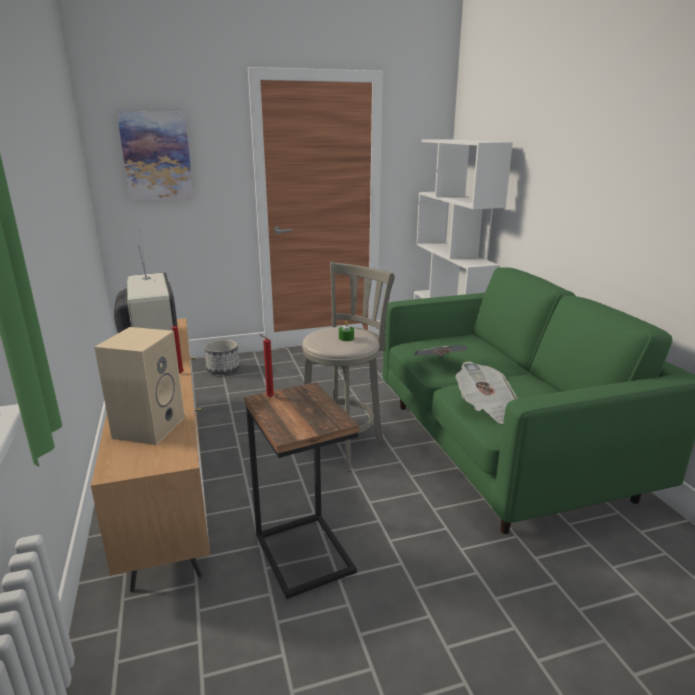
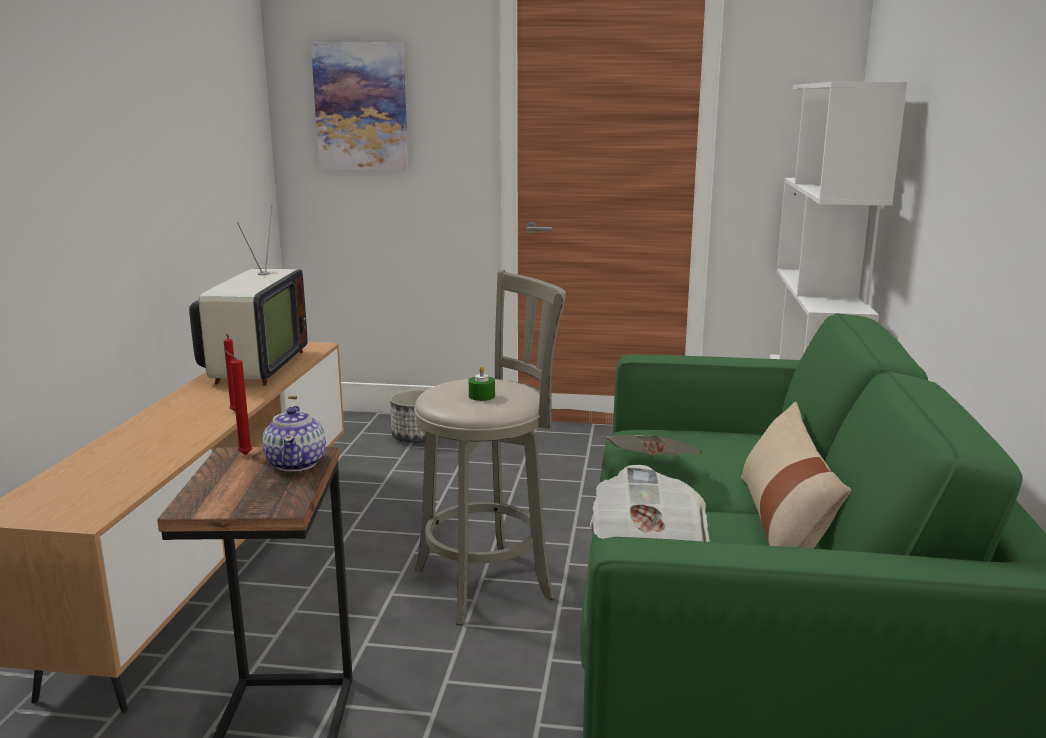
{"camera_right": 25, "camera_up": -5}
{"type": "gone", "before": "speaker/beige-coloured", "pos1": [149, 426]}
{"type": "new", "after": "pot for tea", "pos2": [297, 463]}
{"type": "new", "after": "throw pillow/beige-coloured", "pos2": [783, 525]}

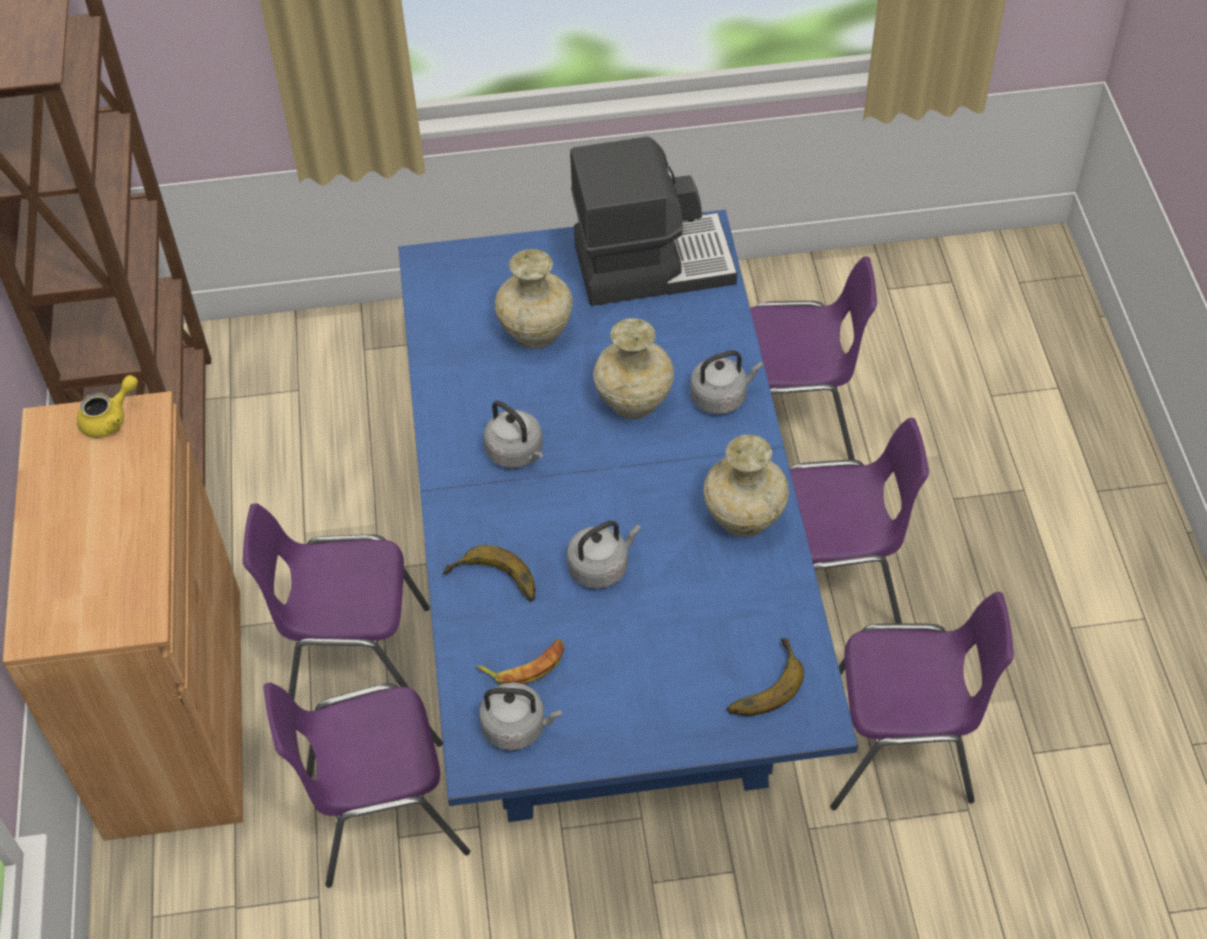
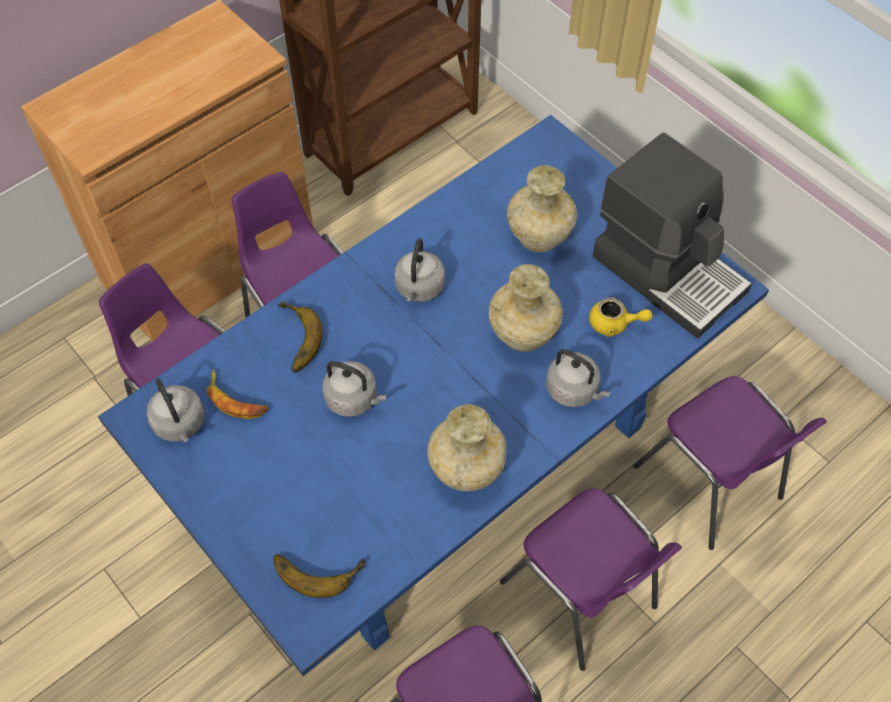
{"camera_right": 55, "camera_up": 5}
{"type": "shifted", "before": "pot for tea/yellowish", "pos1": [110, 419], "pos2": [614, 324]}

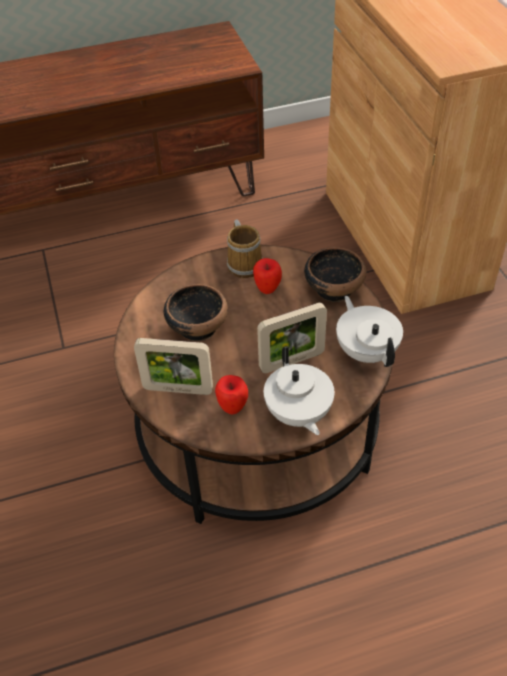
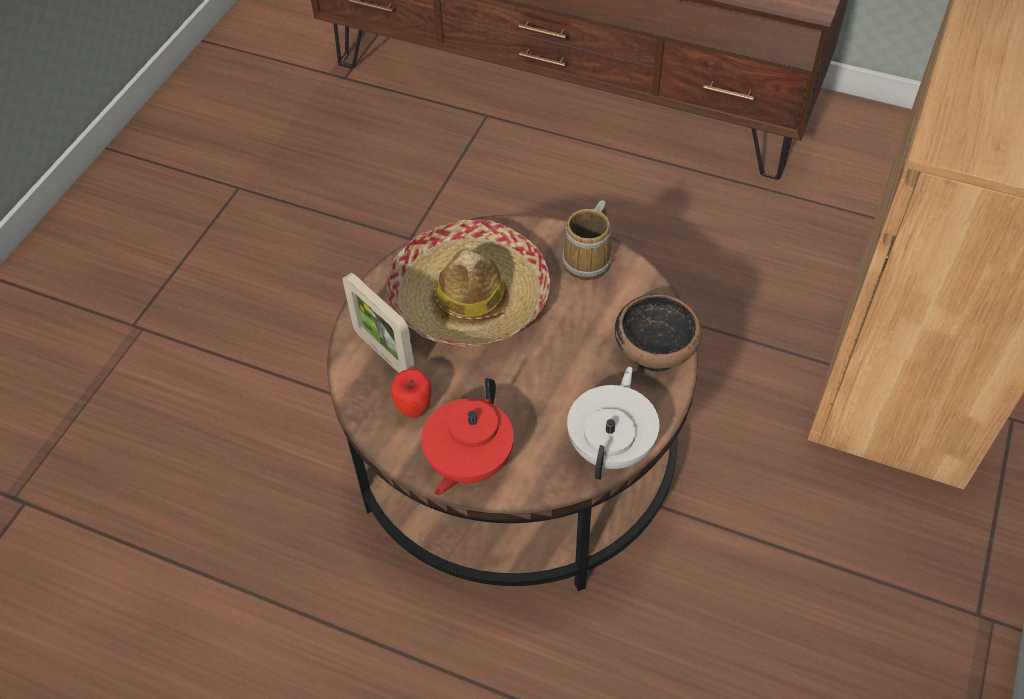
{"camera_right": 40, "camera_up": 5}
{"type": "gone", "before": "whole apple", "pos1": [267, 289]}
{"type": "gone", "before": "photo frame", "pos1": [291, 361]}
{"type": "swapped", "before": "bowl", "after": "wearable hat", "pos1": [197, 326], "pos2": [470, 298]}
{"type": "repainted", "before": "pot for tea/whitish", "after": "pot for tea/reddish", "pos1": [298, 414], "pos2": [468, 462]}

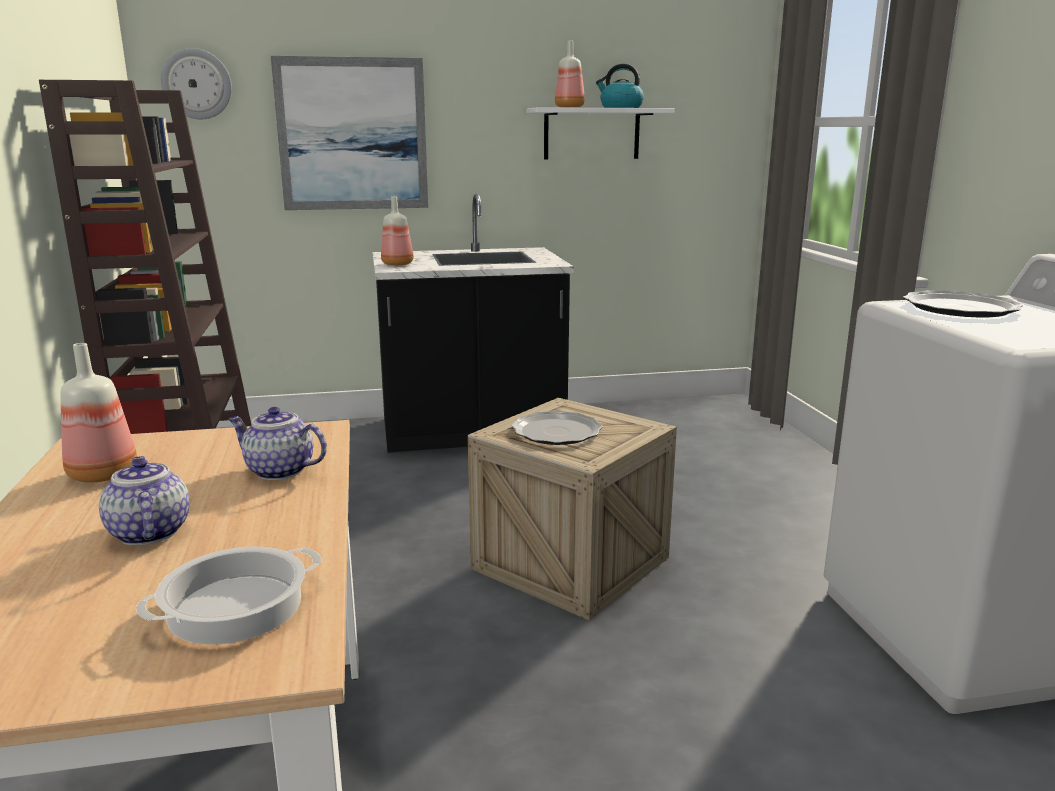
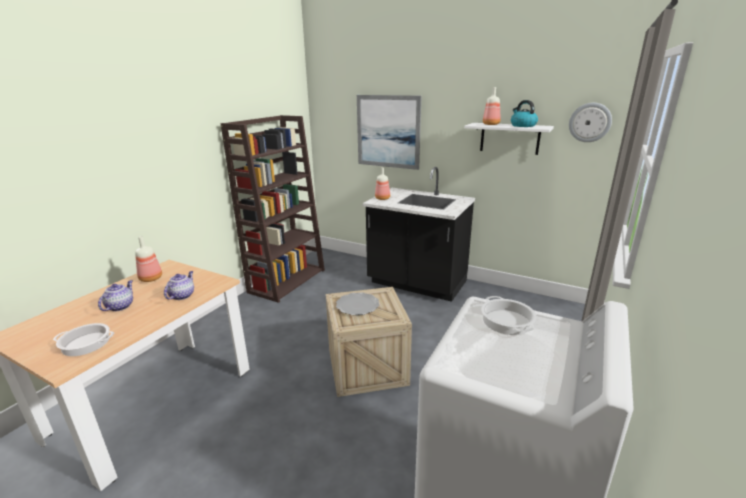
{"camera_right": 40, "camera_up": 5}
{"type": "shifted", "before": "wall clock", "pos1": [197, 84], "pos2": [589, 122]}
{"type": "swapped", "before": "flat dish", "after": "stockpot", "pos1": [959, 308], "pos2": [506, 321]}
{"type": "rotated", "before": "pot for tea", "pos1": [278, 471], "pos2": [182, 295], "turn": 45}

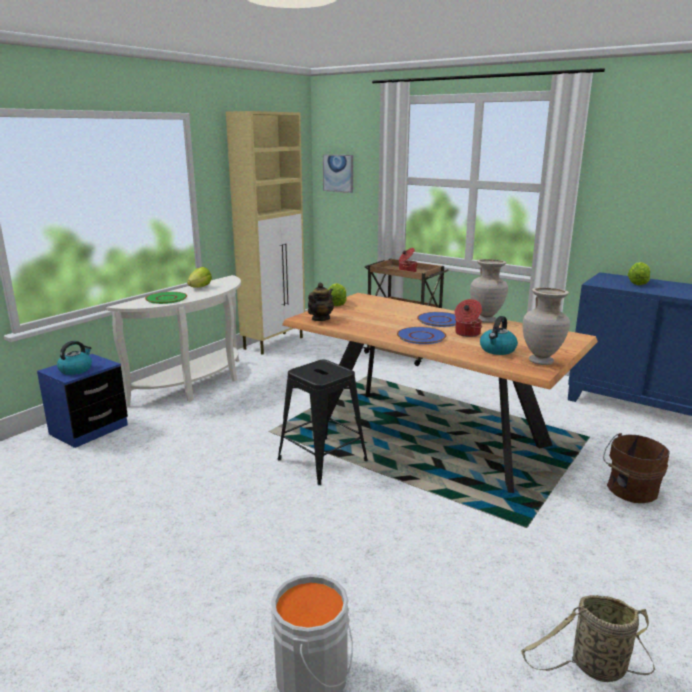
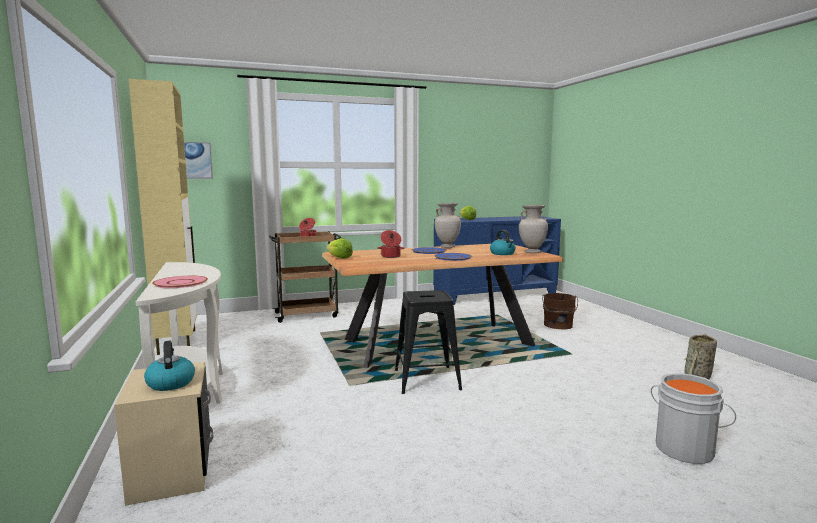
{"camera_right": -55, "camera_up": -10}
{"type": "gone", "before": "lettuce", "pos1": [200, 287]}
{"type": "gone", "before": "pot for tea", "pos1": [320, 319]}
{"type": "shifted", "before": "stockpot", "pos1": [467, 333], "pos2": [390, 256]}
{"type": "repainted", "before": "bedside table/blue-coloured", "after": "bedside table/beige-coloured", "pos1": [89, 430], "pos2": [171, 473]}
{"type": "repainted", "before": "flat dish/greenish", "after": "flat dish/pinkish", "pos1": [166, 298], "pos2": [181, 283]}

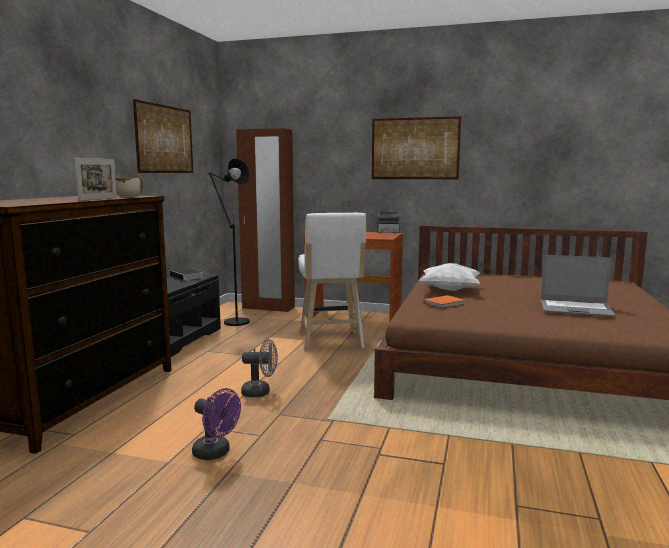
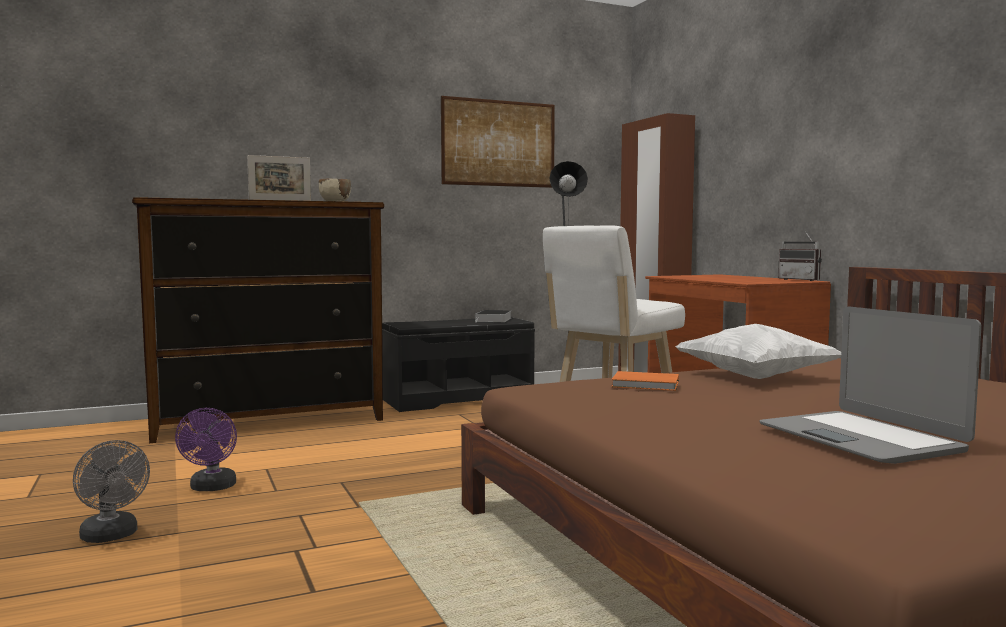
{"camera_right": 50, "camera_up": -5}
{"type": "gone", "before": "wall art", "pos1": [415, 148]}
{"type": "shifted", "before": "fan/greyish", "pos1": [260, 392], "pos2": [112, 536]}

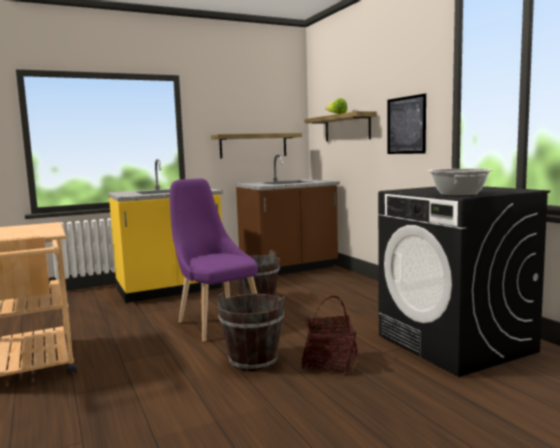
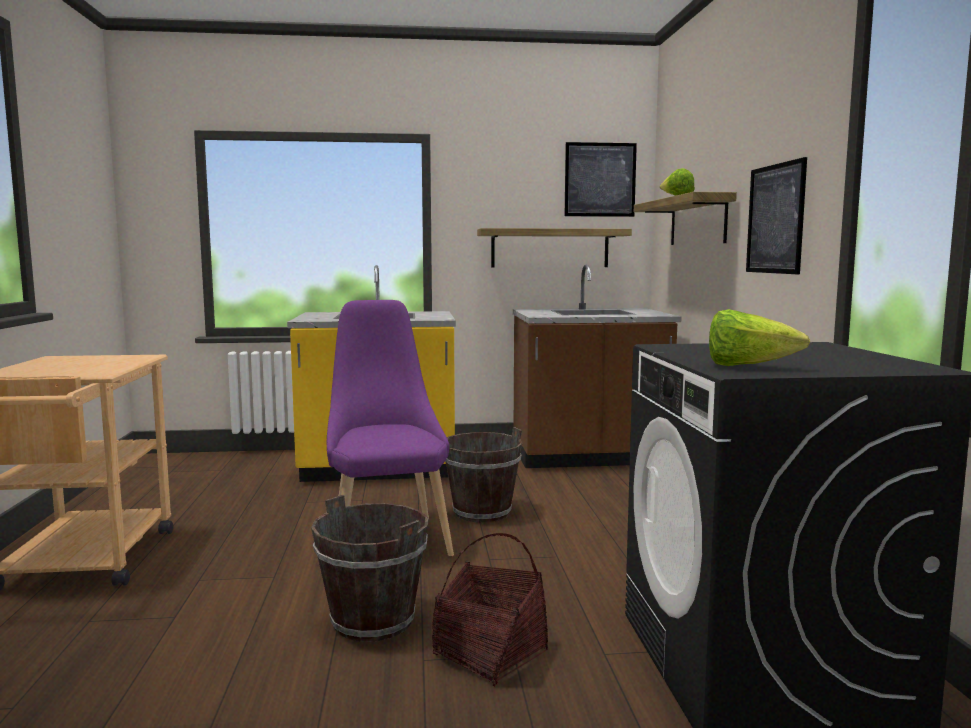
{"camera_right": 20, "camera_up": 0}
{"type": "new", "after": "wall art", "pos2": [600, 179]}
{"type": "swapped", "before": "stockpot", "after": "lettuce", "pos1": [458, 194], "pos2": [747, 367]}

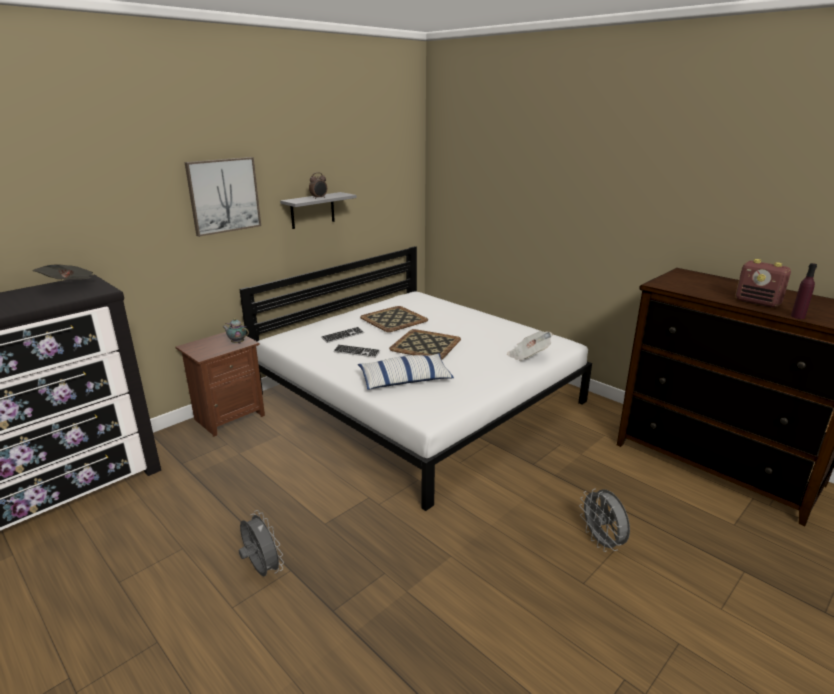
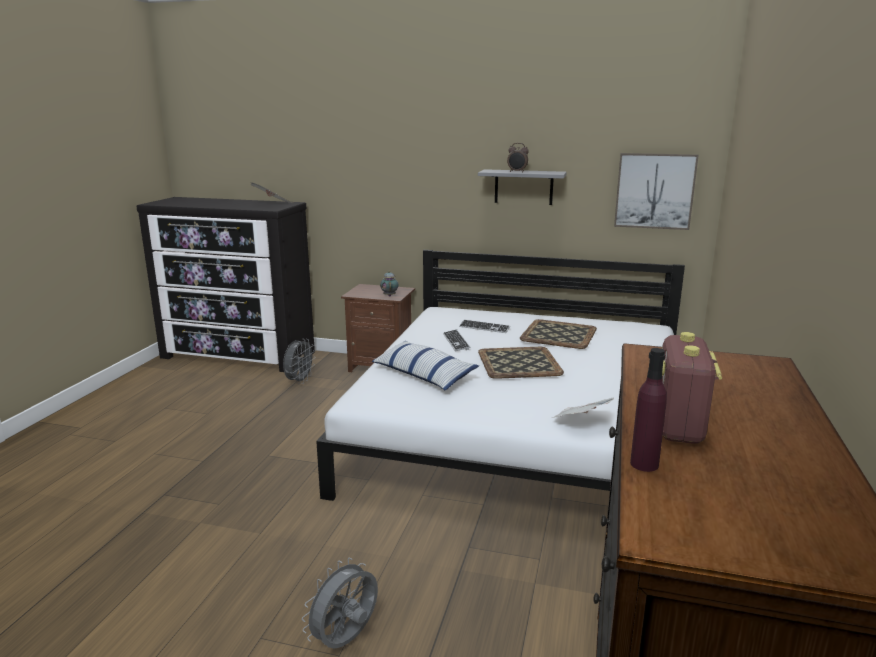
{"camera_right": 60, "camera_up": -5}
{"type": "shifted", "before": "wall art", "pos1": [224, 195], "pos2": [654, 191]}
{"type": "shifted", "before": "fan/greyish", "pos1": [262, 570], "pos2": [299, 381]}

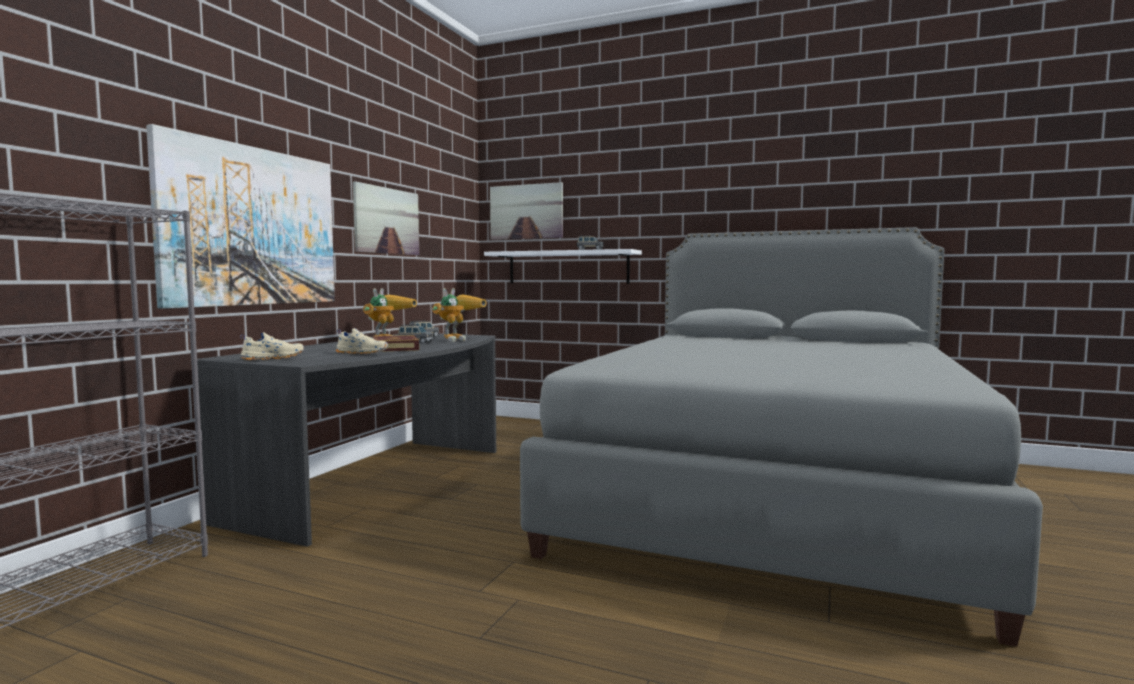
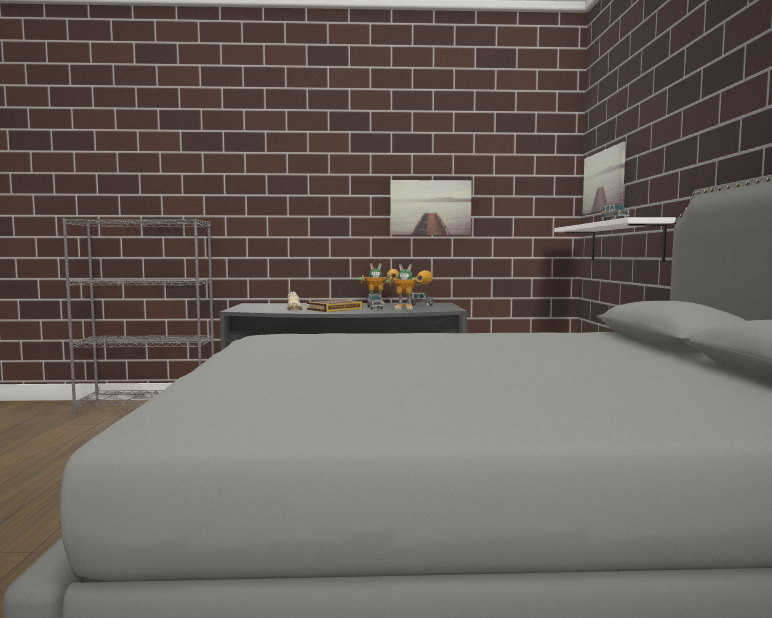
{"camera_right": 65, "camera_up": 0}
{"type": "gone", "before": "wall art", "pos1": [252, 226]}
{"type": "gone", "before": "item of footwear/beige-coloured", "pos1": [272, 358]}

